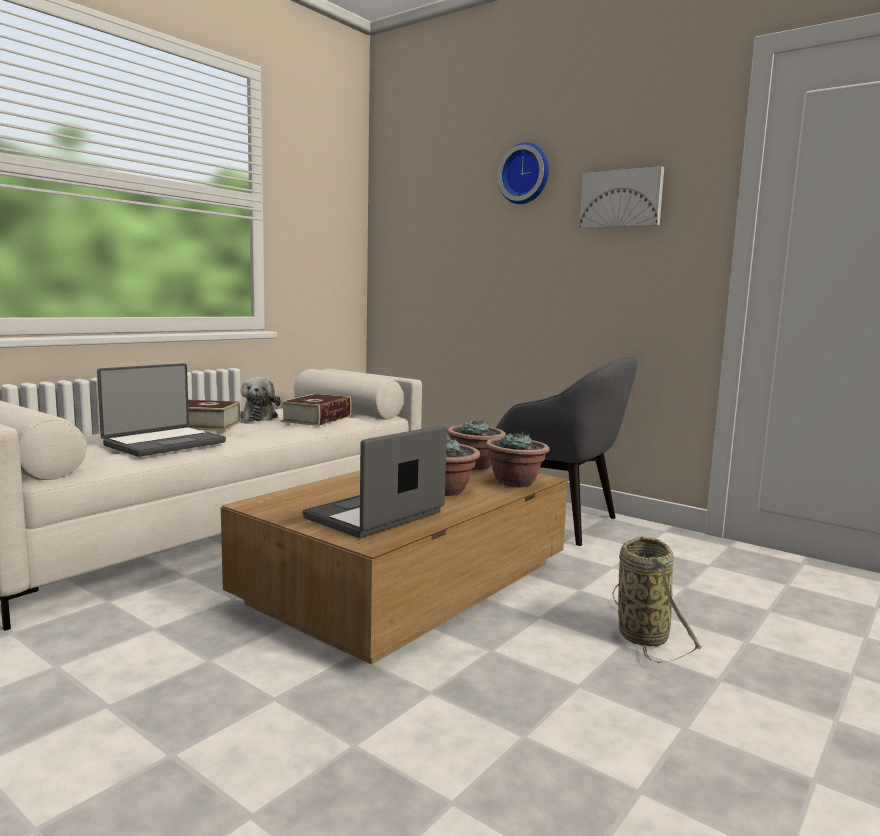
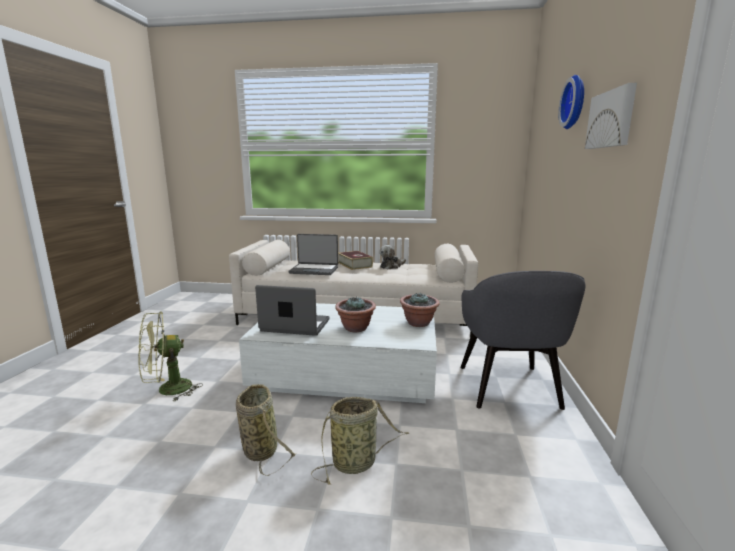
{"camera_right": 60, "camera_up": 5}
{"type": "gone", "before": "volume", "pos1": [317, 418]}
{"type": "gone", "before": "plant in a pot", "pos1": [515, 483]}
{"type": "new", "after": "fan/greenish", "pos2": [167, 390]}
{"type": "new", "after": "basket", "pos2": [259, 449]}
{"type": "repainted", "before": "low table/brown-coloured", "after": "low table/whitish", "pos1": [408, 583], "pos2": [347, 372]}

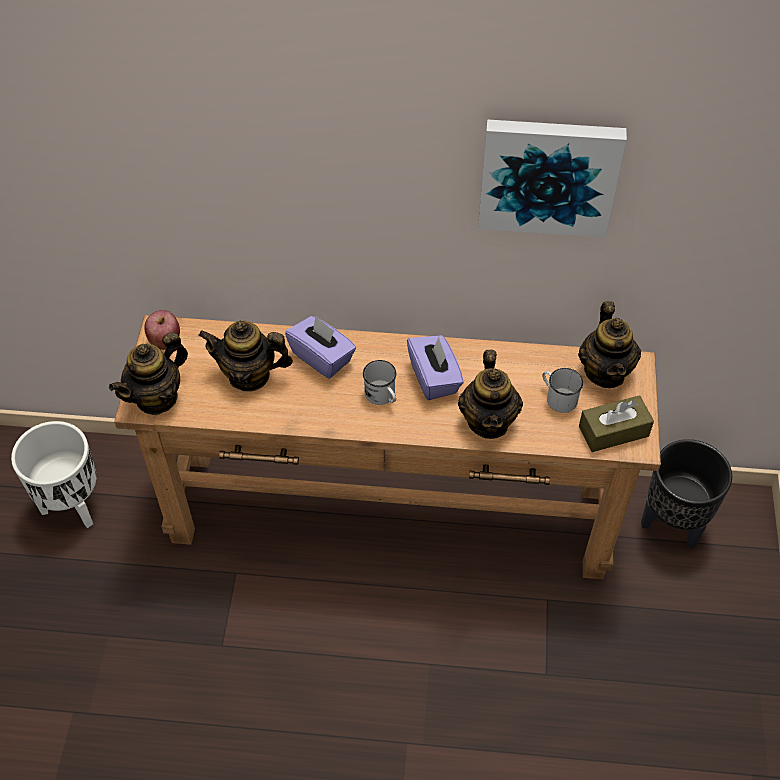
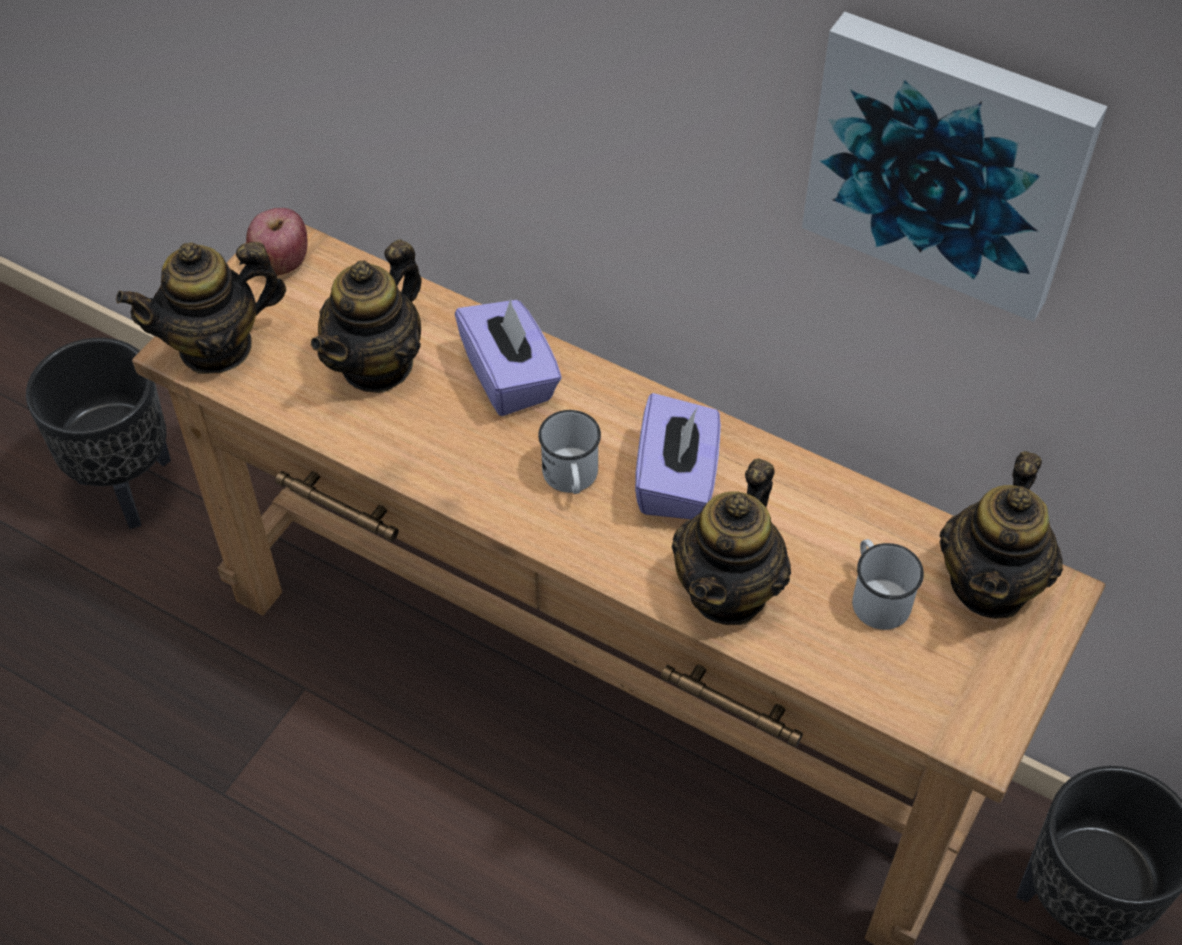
{"camera_right": 25, "camera_up": 0}
{"type": "gone", "before": "box of tissues/brown-coloured", "pos1": [613, 431]}
{"type": "repainted", "before": "flower pot/whitish", "after": "flower pot/black", "pos1": [73, 505], "pos2": [129, 487]}
{"type": "rotated", "before": "pot for tea", "pos1": [249, 375], "pos2": [377, 364], "turn": -90}

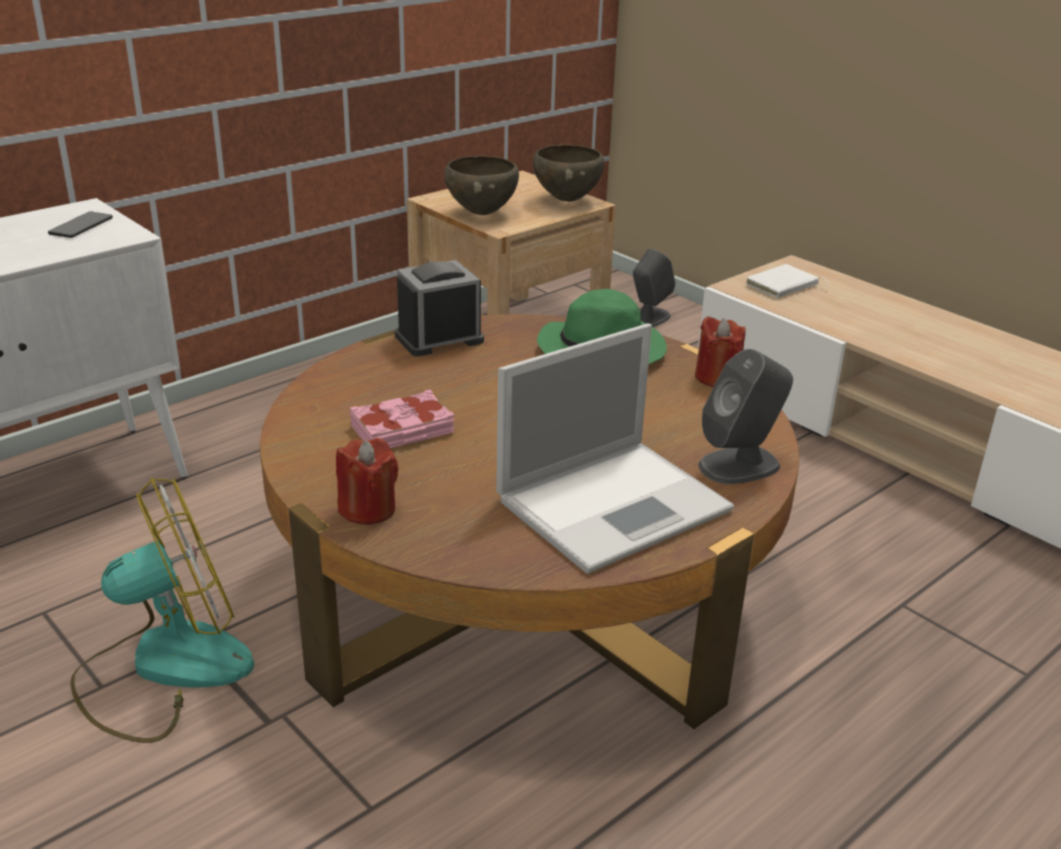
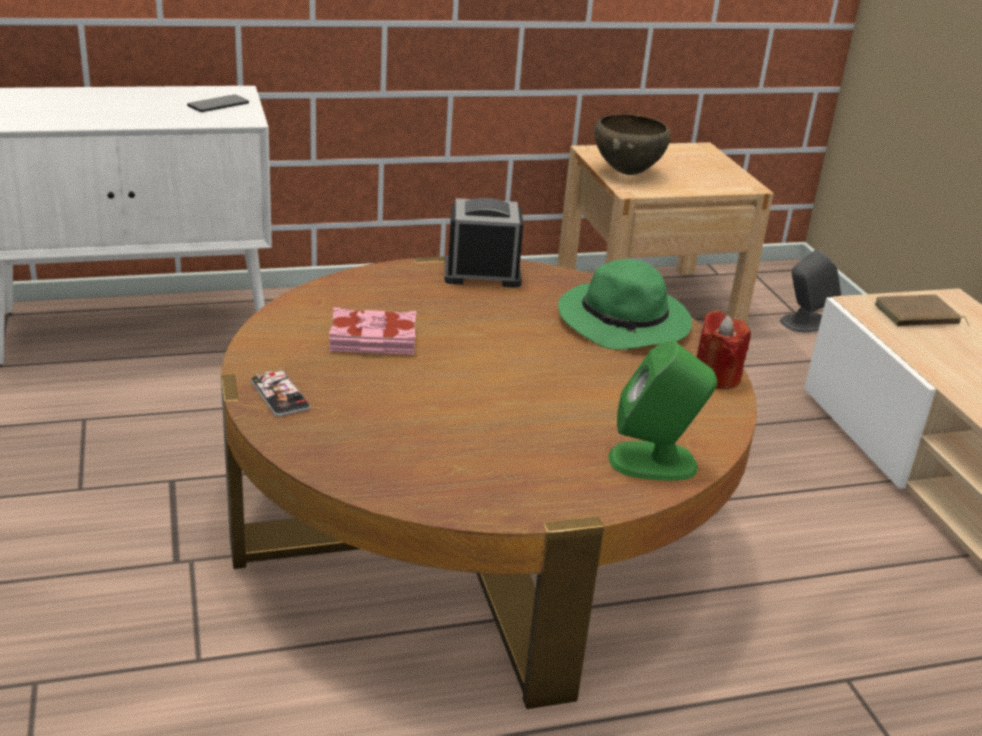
{"camera_right": 25, "camera_up": 0}
{"type": "gone", "before": "fan", "pos1": [163, 668]}
{"type": "gone", "before": "notebook computer", "pos1": [616, 503]}
{"type": "gone", "before": "bowl/brown-coloured", "pos1": [567, 200]}
{"type": "swapped", "before": "wax light/reddish", "after": "handset", "pos1": [368, 509], "pos2": [280, 395]}
{"type": "repainted", "before": "speaker/greyish", "after": "speaker/greenish", "pos1": [740, 465], "pos2": [654, 462]}
{"type": "repainted", "before": "volume/whitish", "after": "volume/brown-coloured", "pos1": [783, 286], "pos2": [917, 316]}

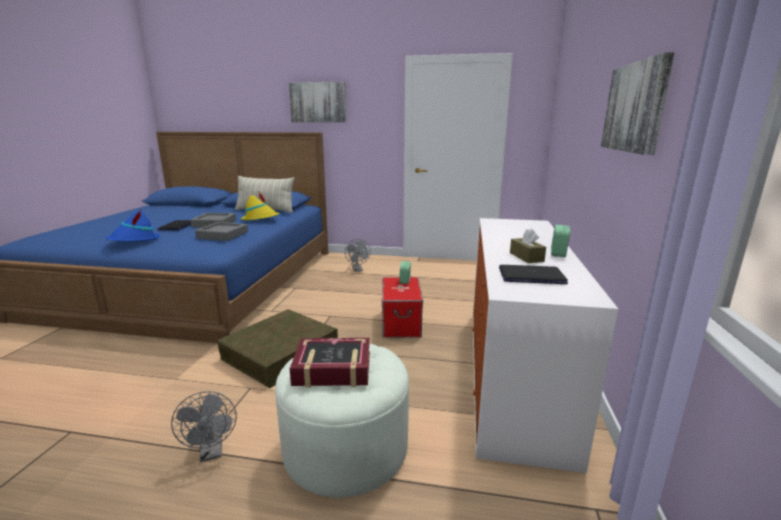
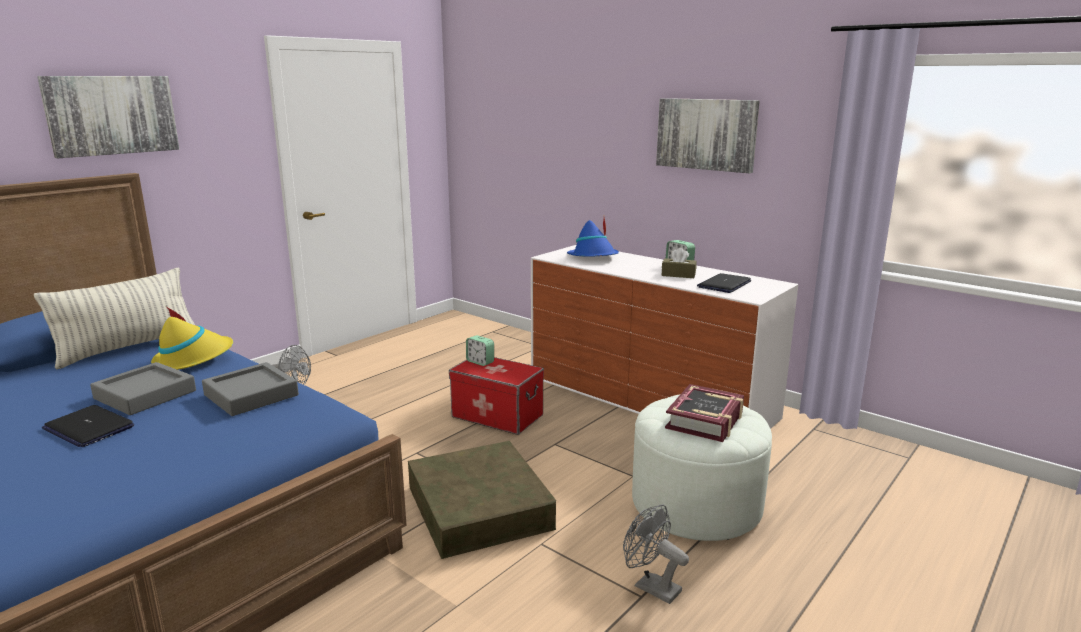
{"camera_right": -60, "camera_up": 0}
{"type": "shifted", "before": "wearable hat/blue-coloured", "pos1": [134, 241], "pos2": [593, 257]}
{"type": "rotated", "before": "fan/greyish", "pos1": [212, 452], "pos2": [651, 587], "turn": -150}

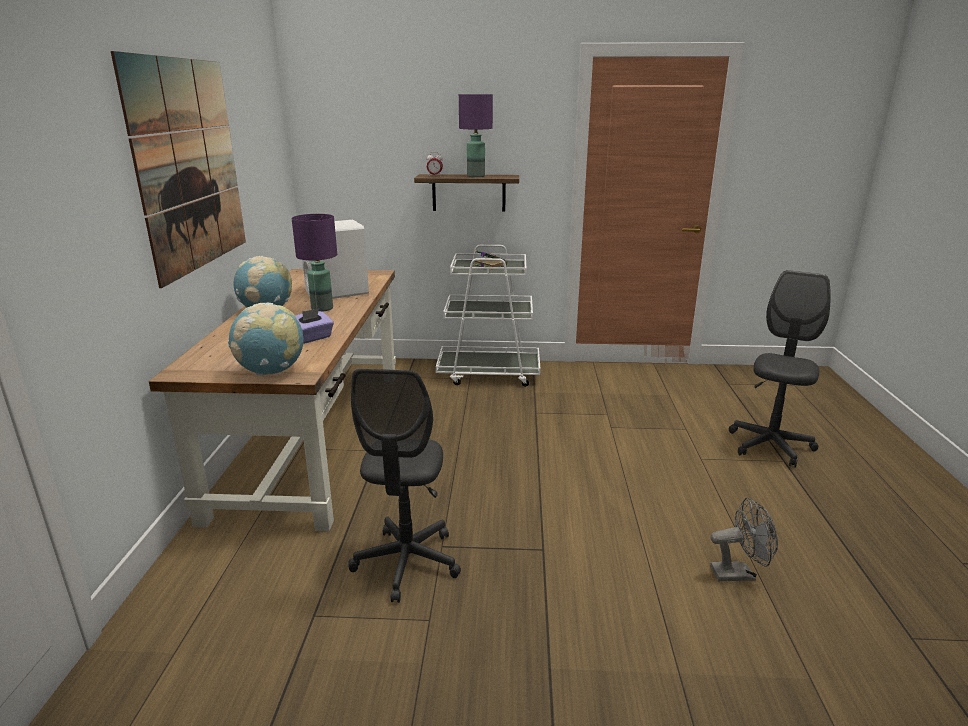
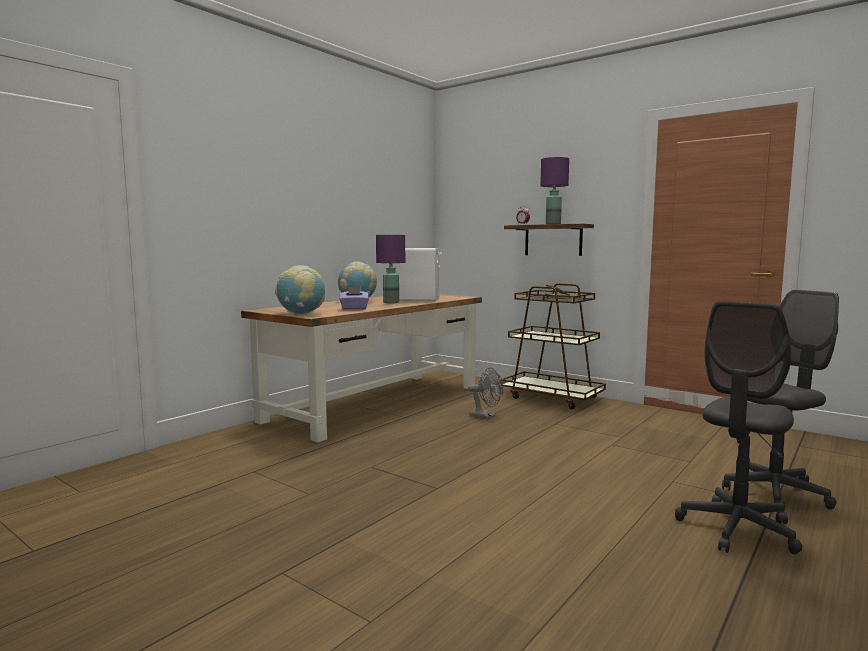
{"camera_right": 35, "camera_up": -15}
{"type": "gone", "before": "wall art", "pos1": [189, 165]}
{"type": "shifted", "before": "office chair/greyish", "pos1": [407, 562], "pos2": [737, 529]}
{"type": "shifted", "before": "fan/greyish", "pos1": [739, 573], "pos2": [486, 416]}
{"type": "repainted", "before": "wheeled cart/whitish", "after": "wheeled cart/brown-coloured", "pos1": [489, 373], "pos2": [552, 397]}

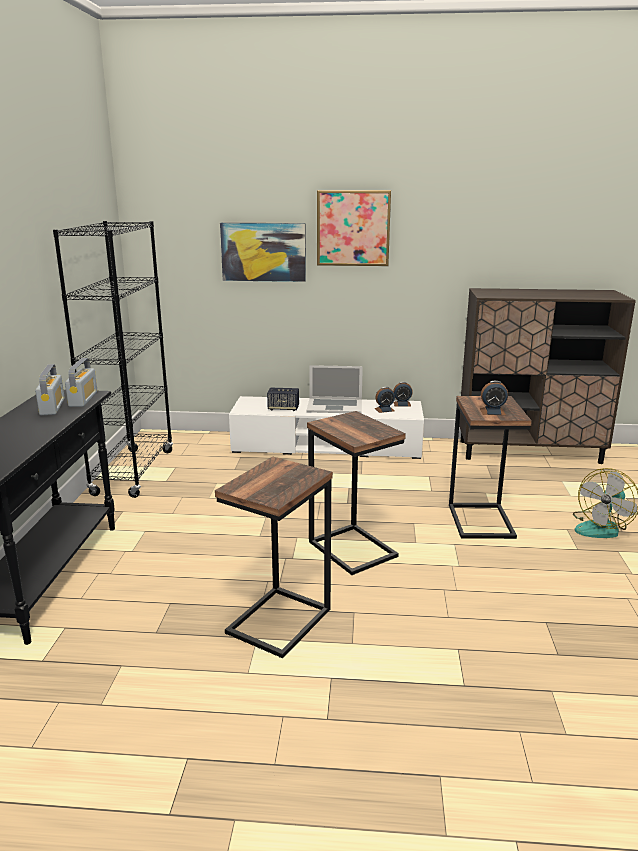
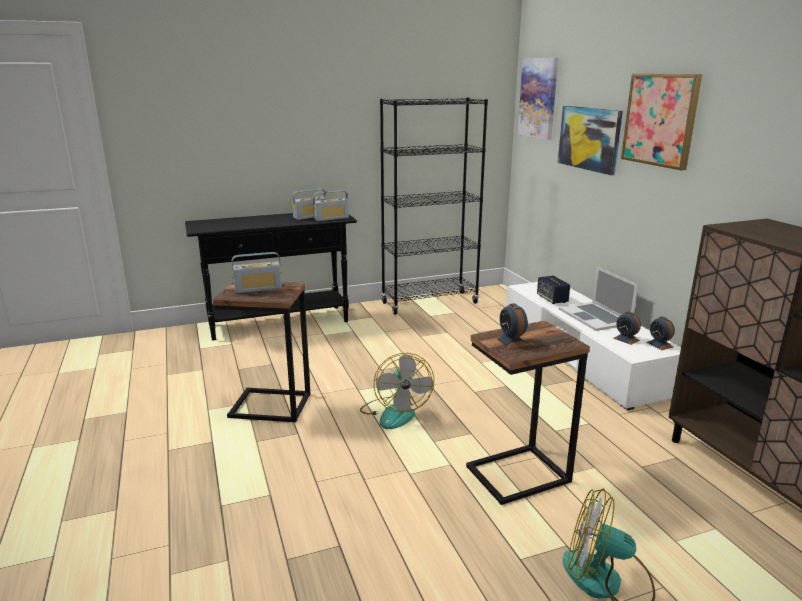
{"camera_right": 65, "camera_up": 0}
{"type": "new", "after": "radio set", "pos2": [258, 289]}
{"type": "new", "after": "wall art", "pos2": [538, 98]}
{"type": "swapped", "before": "accent table", "after": "fan", "pos1": [353, 548], "pos2": [395, 412]}

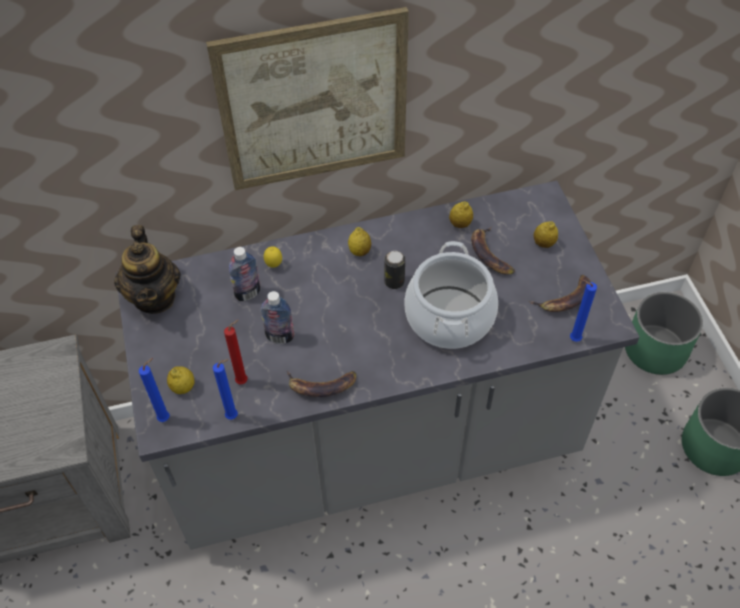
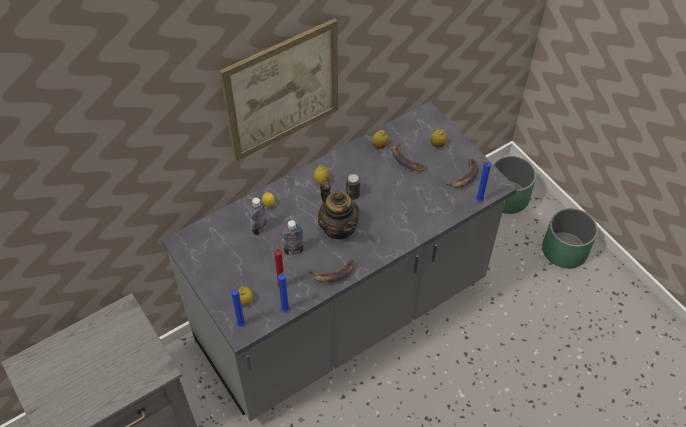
{"camera_right": -20, "camera_up": 0}
{"type": "gone", "before": "stockpot", "pos1": [450, 317]}
{"type": "shifted", "before": "pot for tea", "pos1": [155, 297], "pos2": [338, 228]}

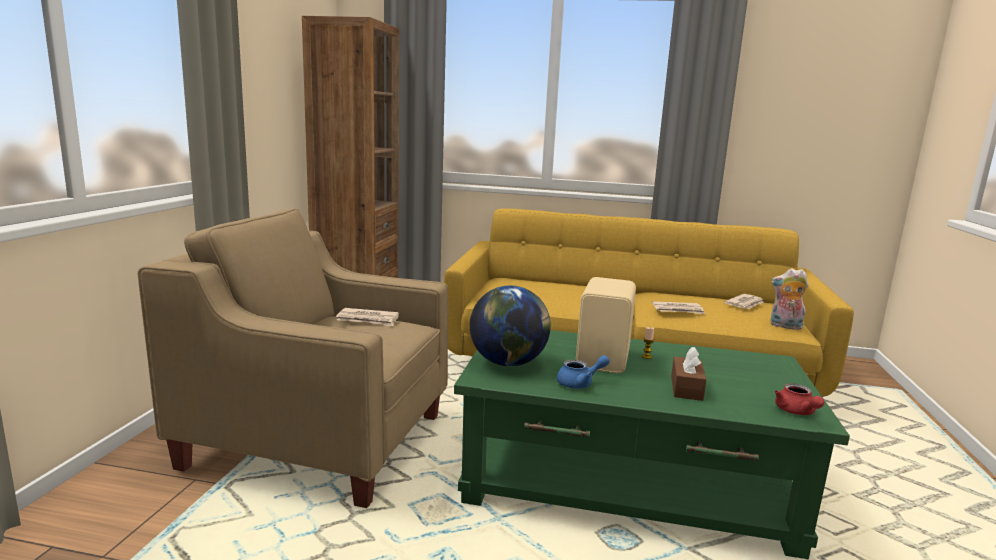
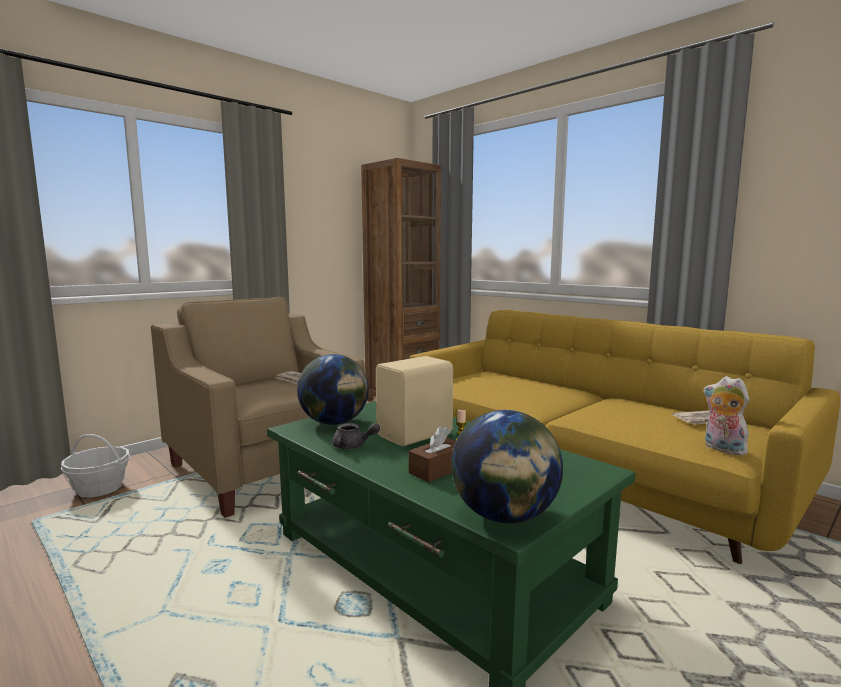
{"camera_right": 35, "camera_up": -5}
{"type": "gone", "before": "newspaper", "pos1": [678, 310]}
{"type": "new", "after": "basket", "pos2": [99, 488]}
{"type": "swapped", "before": "pot for tea/reddish", "after": "desk globe", "pos1": [796, 412], "pos2": [505, 516]}
{"type": "repainted", "before": "pot for tea/blue-coloured", "after": "pot for tea/greyish", "pos1": [580, 383], "pos2": [353, 446]}

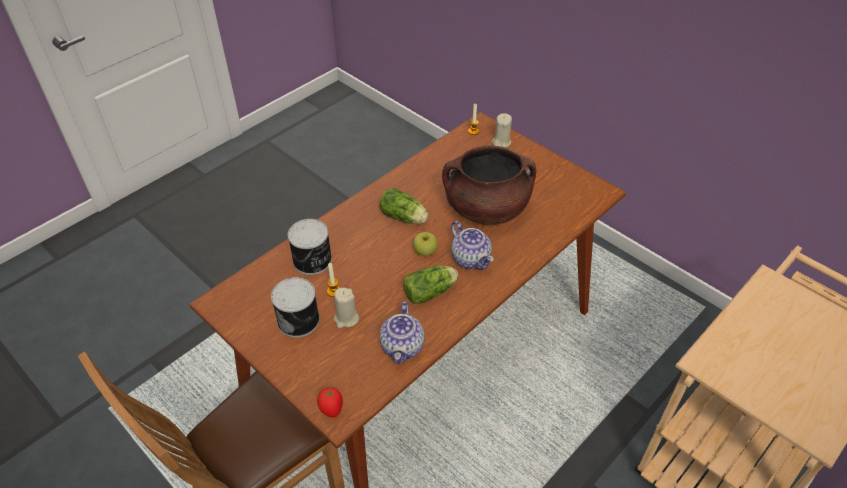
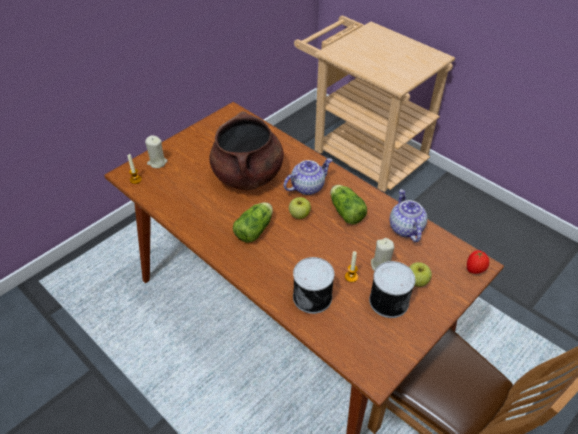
{"camera_right": -90, "camera_up": 0}
{"type": "new", "after": "whole apple", "pos2": [417, 281]}
{"type": "rotated", "before": "pot for tea", "pos1": [403, 347], "pos2": [405, 228], "turn": -105}

